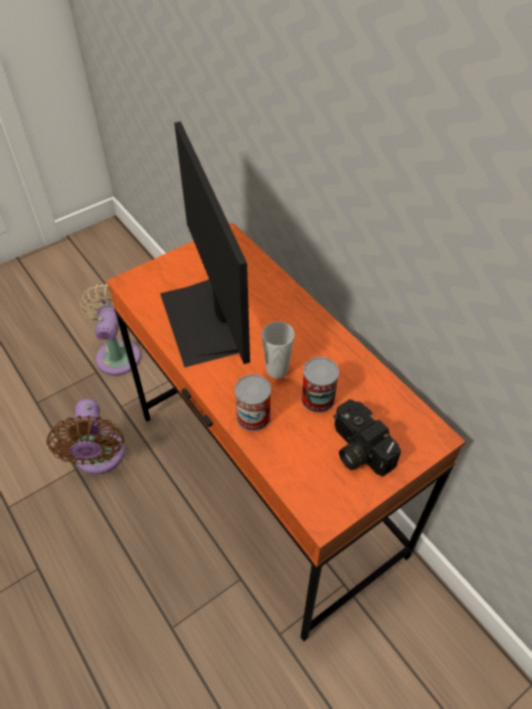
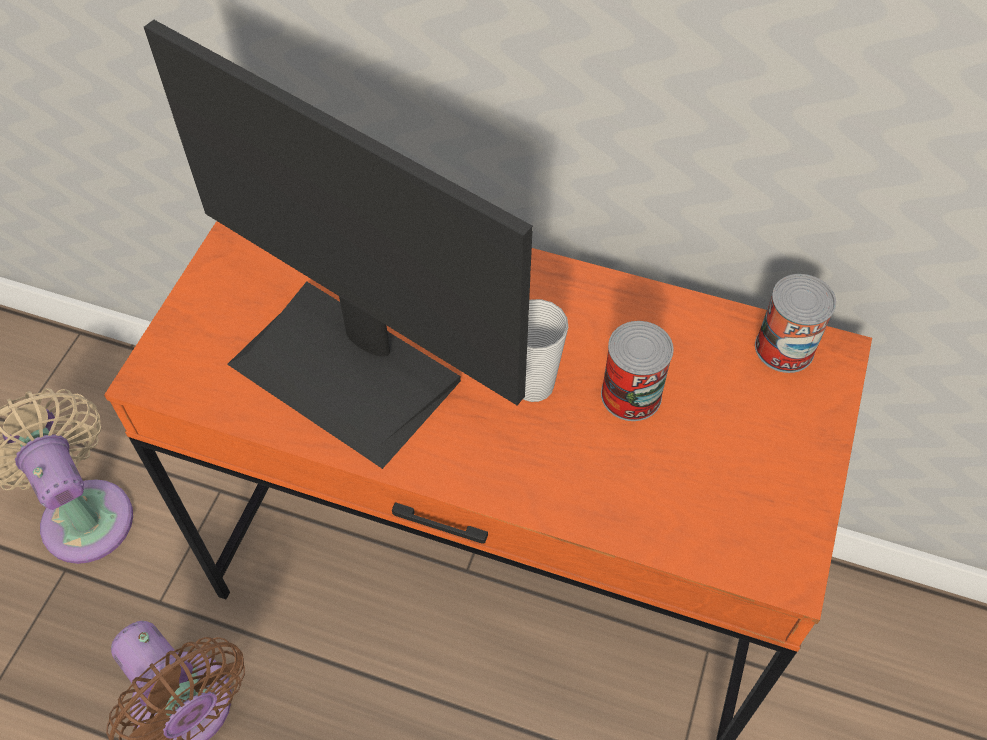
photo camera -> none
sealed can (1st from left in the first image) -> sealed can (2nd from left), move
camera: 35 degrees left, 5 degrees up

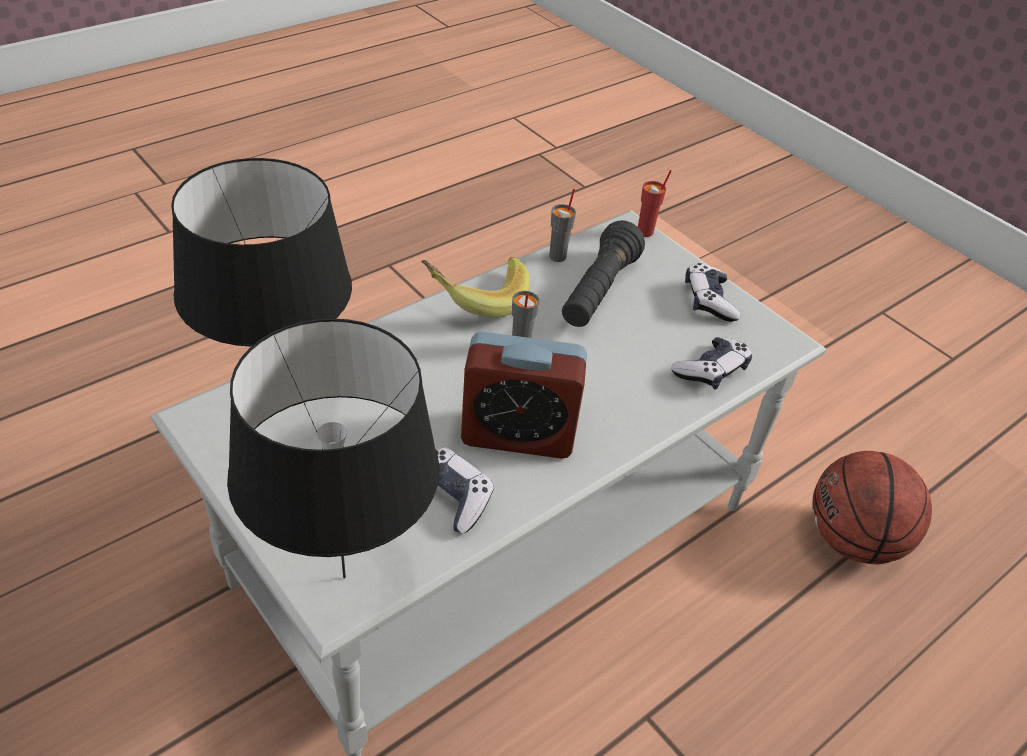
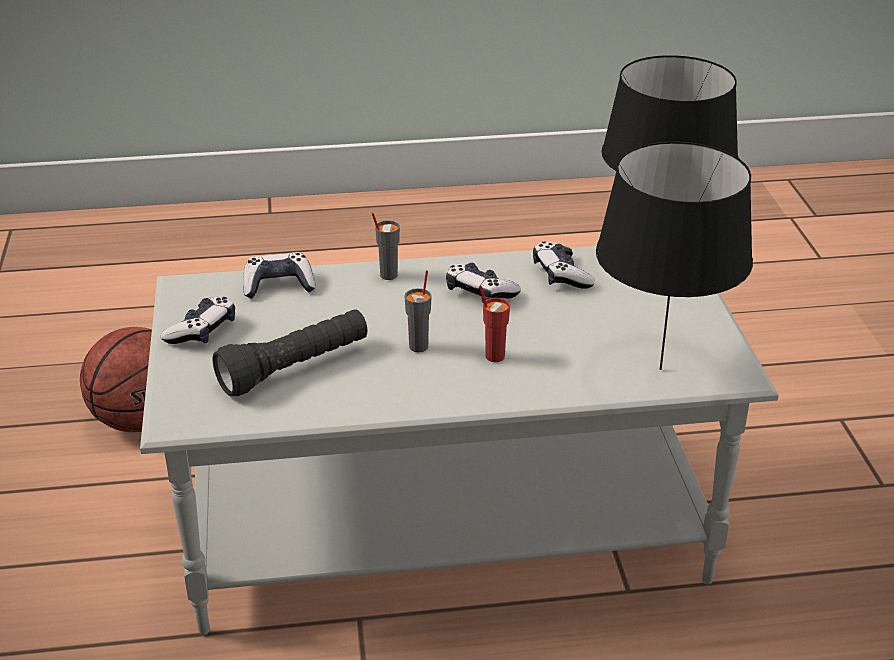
whole banana -> none
small cup in gray (2nd from left in the first image) -> small cup in gray (1st from left), move
small cup in red-coloured, move
table clock -> game controller (3rd from left)
camera: 145 degrees left, 10 degrees down

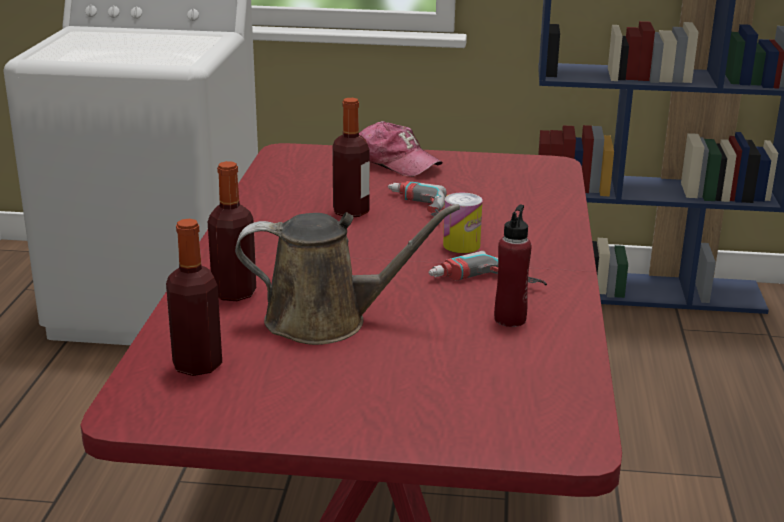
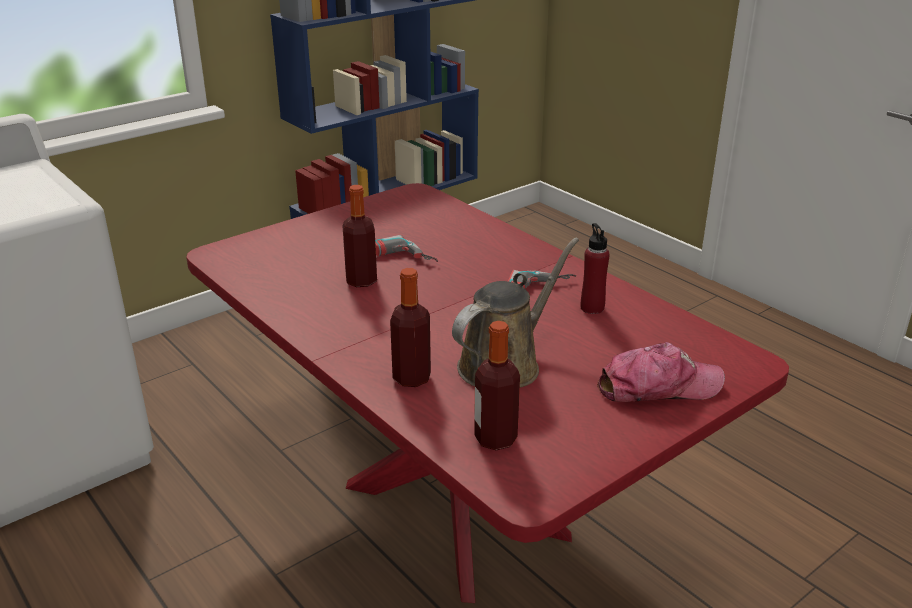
sealed can -> none
baseball cap, move
camera: 45 degrees left, 5 degrees up

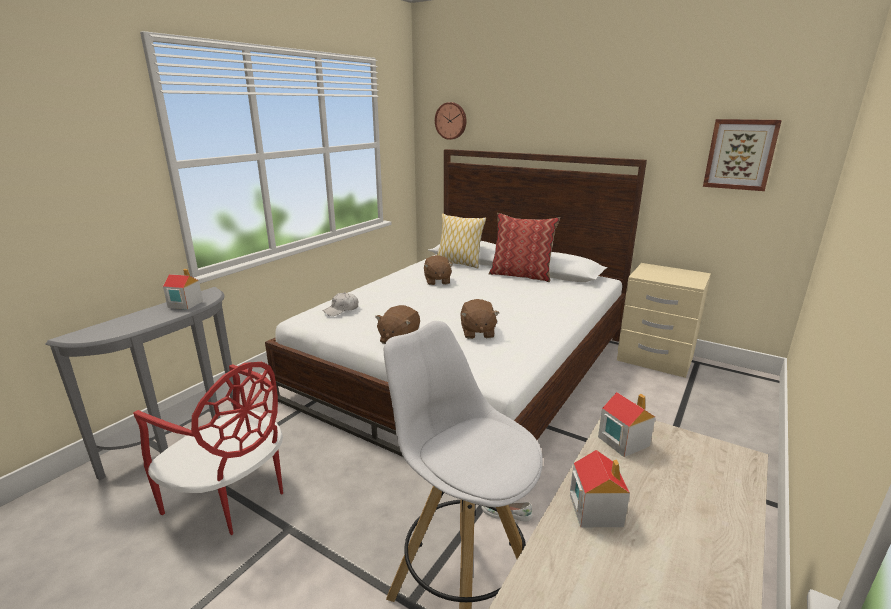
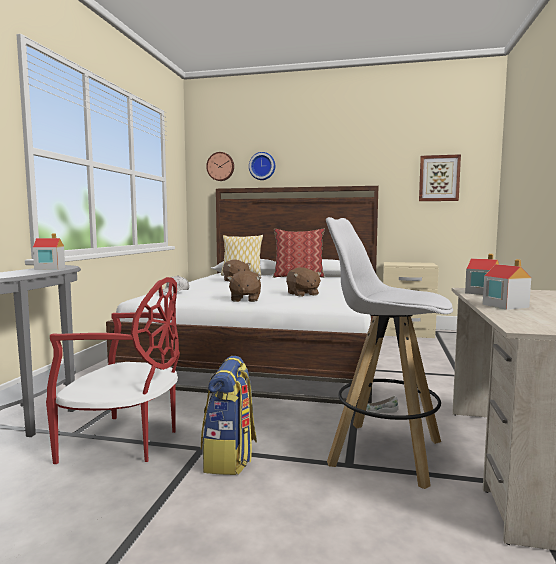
none -> rucksack
none -> hanging clock (2nd from left)
camera: 20 degrees left, 15 degrees down

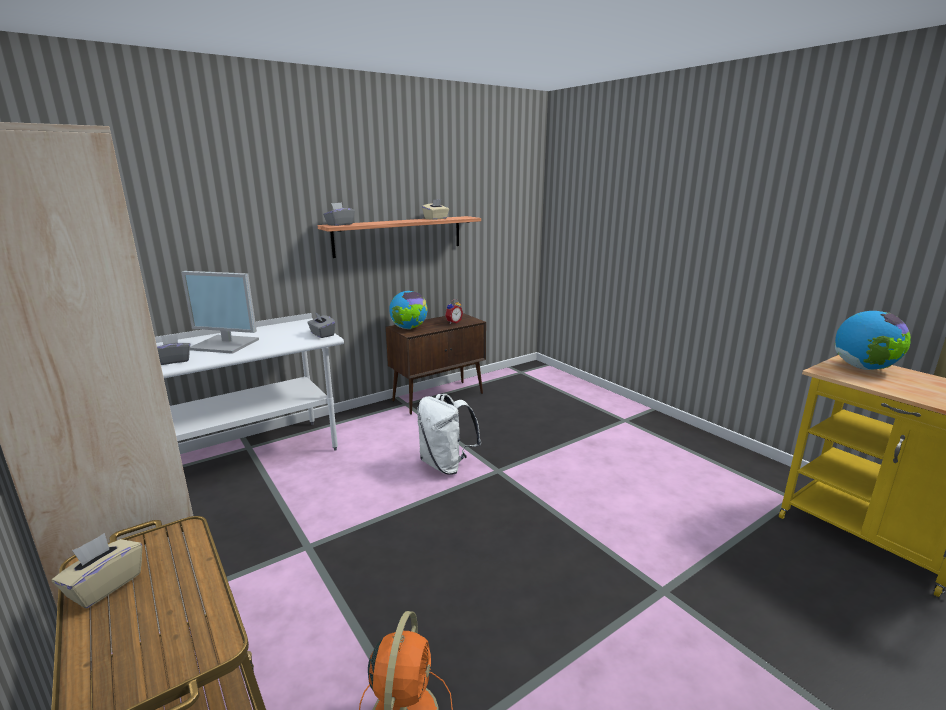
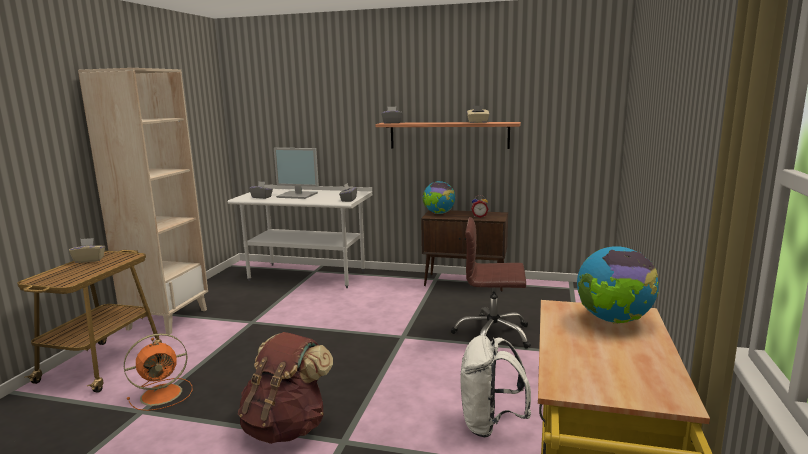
none -> rucksack in brown
none -> office chair in brown
rucksack in white, move
computer display, 45 degrees counterclockwise
camera: 50 degrees right, 5 degrees down

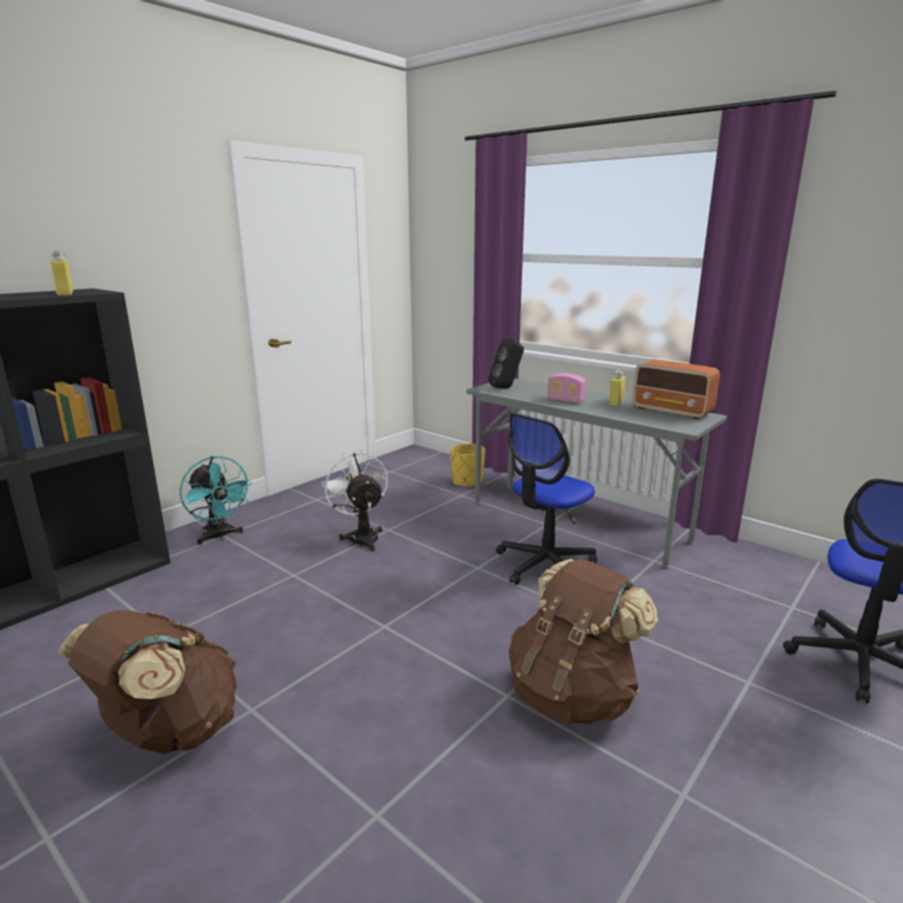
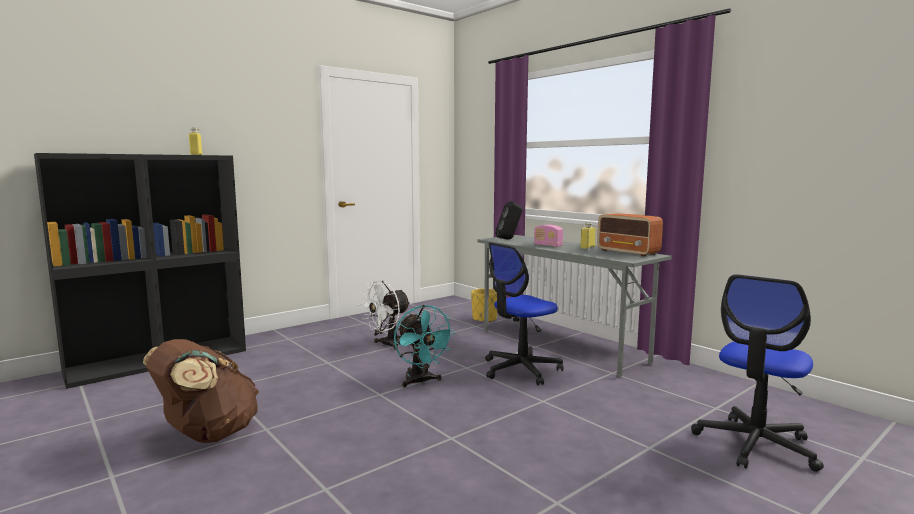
rucksack in brown (2nd from left) -> none
electric fan in turquoise, move
electric fan in white, 120 degrees counterclockwise
camera: 10 degrees right, 10 degrees down

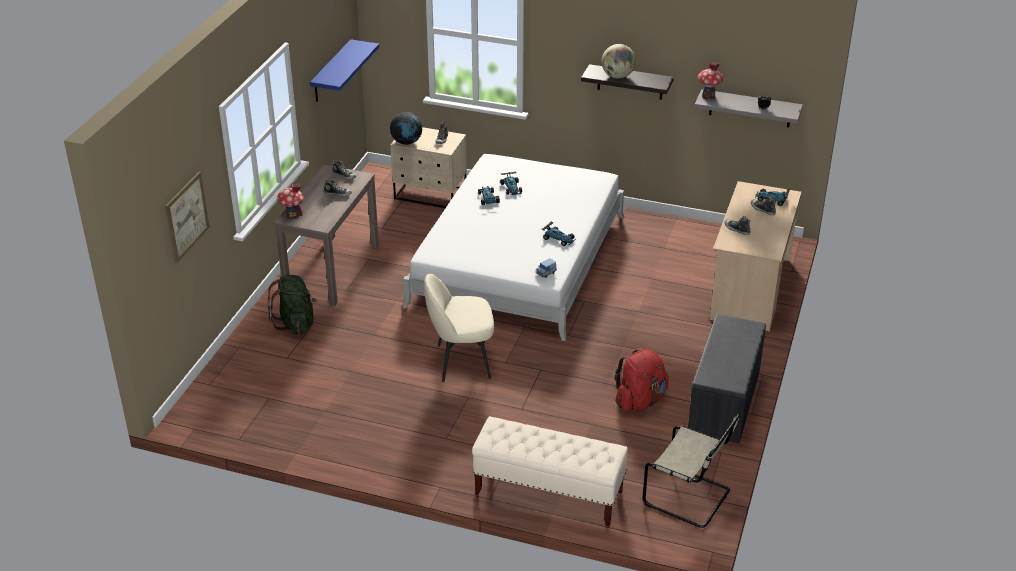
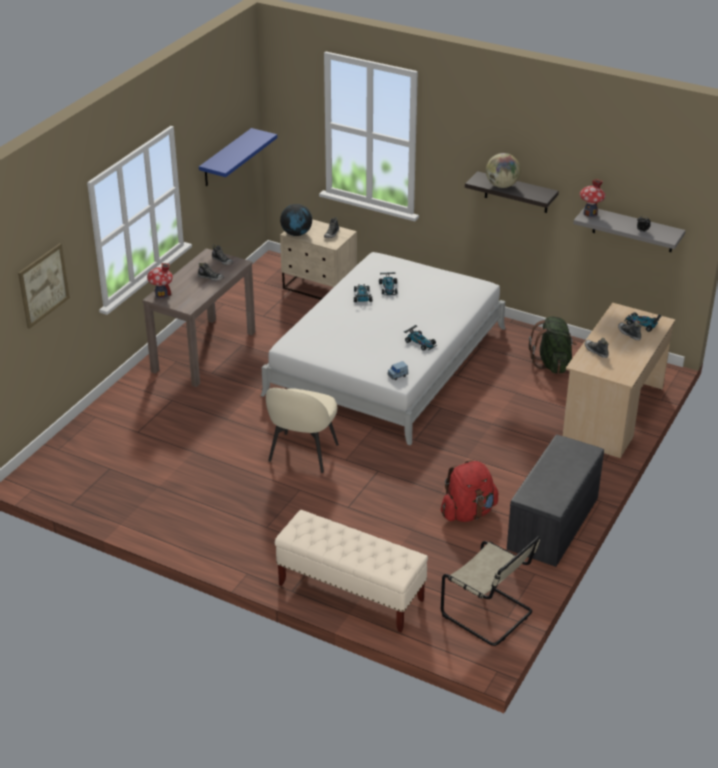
rucksack in green-coloured, move
plain chair in beige (1st from left), 75 degrees counterclockwise
camera: 10 degrees right, 0 degrees up

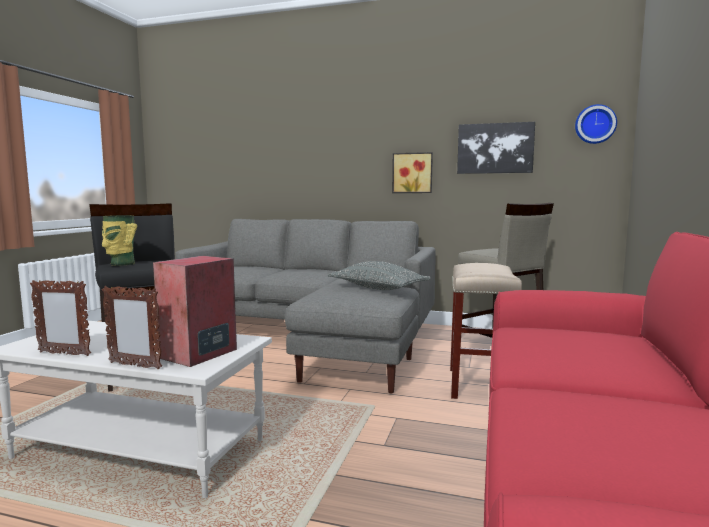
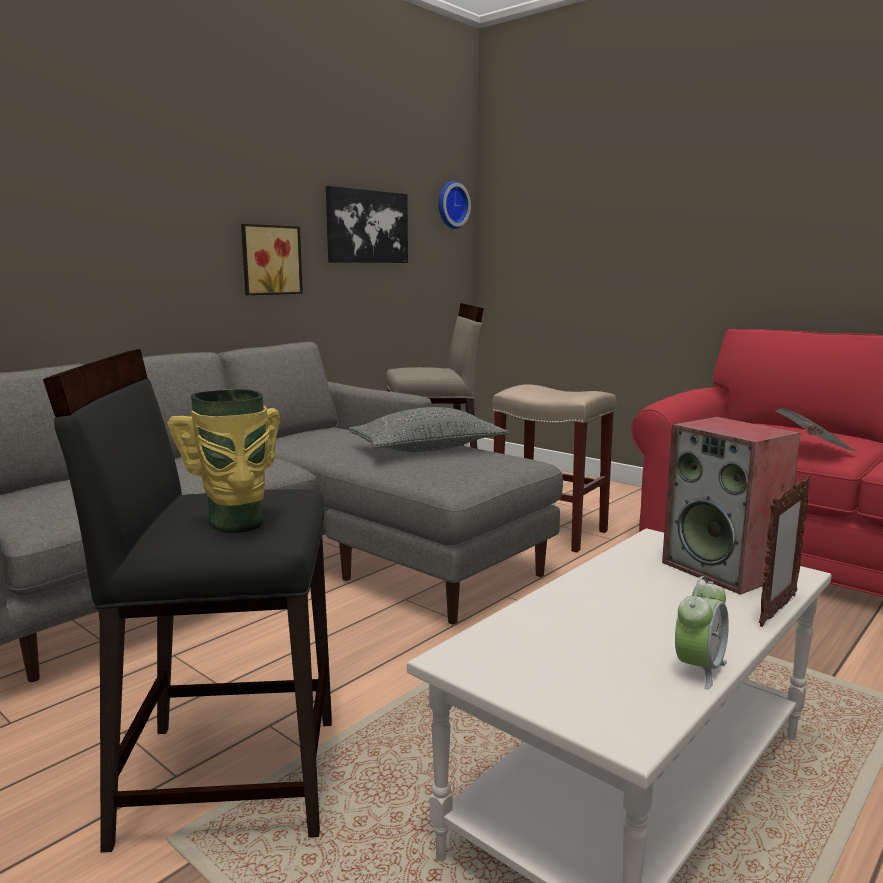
none -> daily paper
picture frame (1st from left) -> table clock
camera: 65 degrees left, 5 degrees up

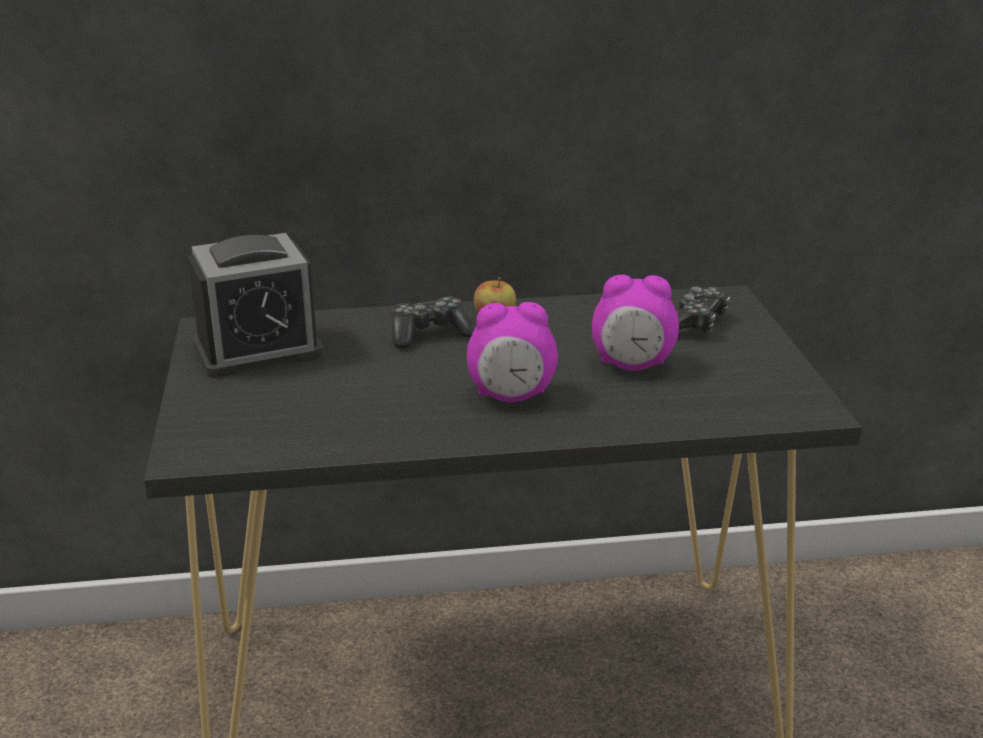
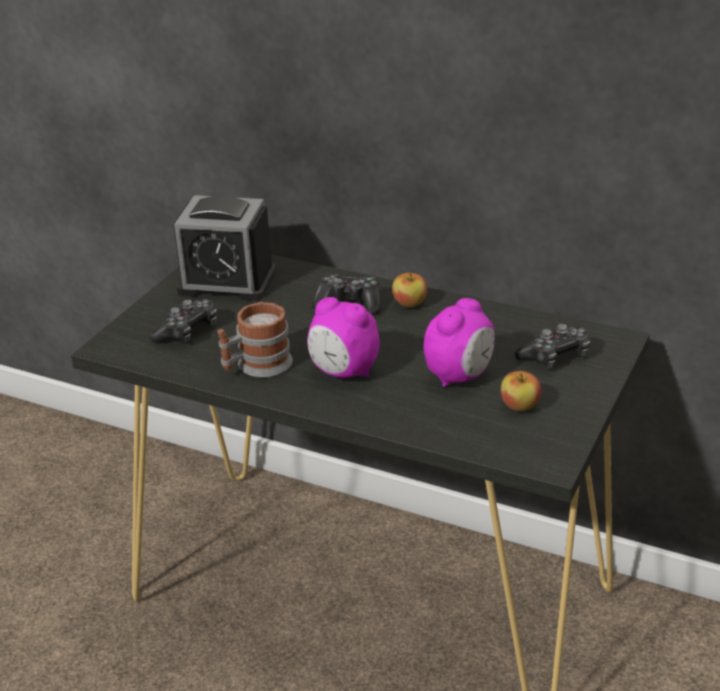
none -> game controller (1st from left)
none -> tea mug
none -> whole apple (2nd from left)
table clock (3rd from left), 90 degrees counterclockwise
camera: 35 degrees right, 5 degrees up

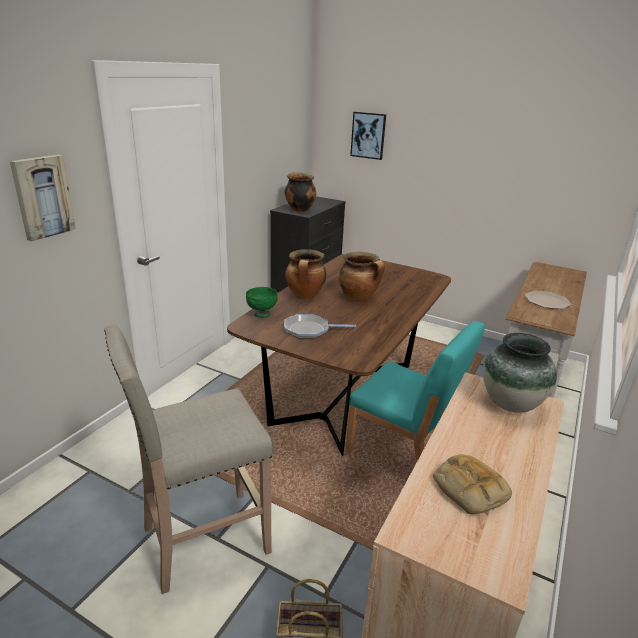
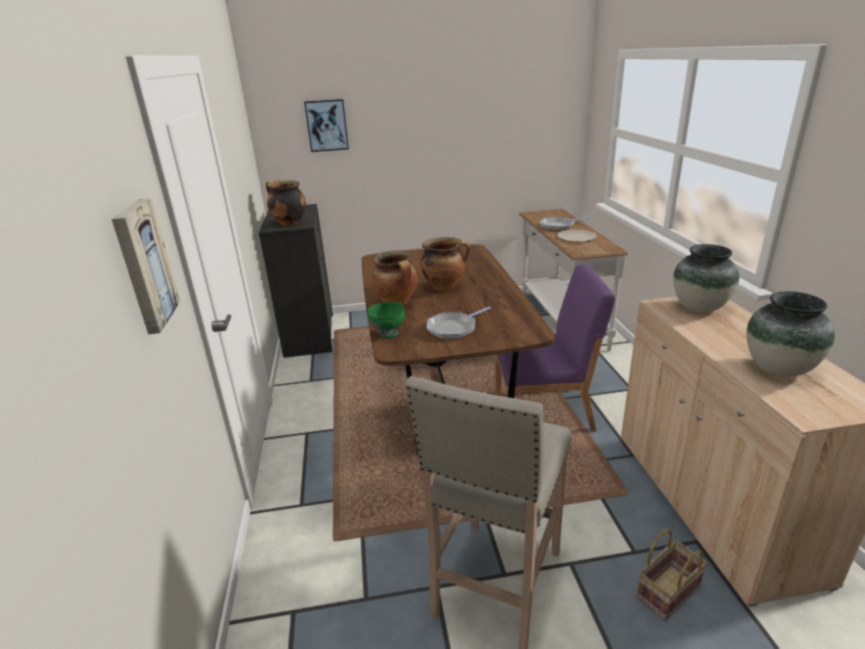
none -> pan (2nd from left)
baked bread -> decorative vase (2nd from left)
plain chair in turquoise -> plain chair in purple
camera: 35 degrees left, 0 degrees up

